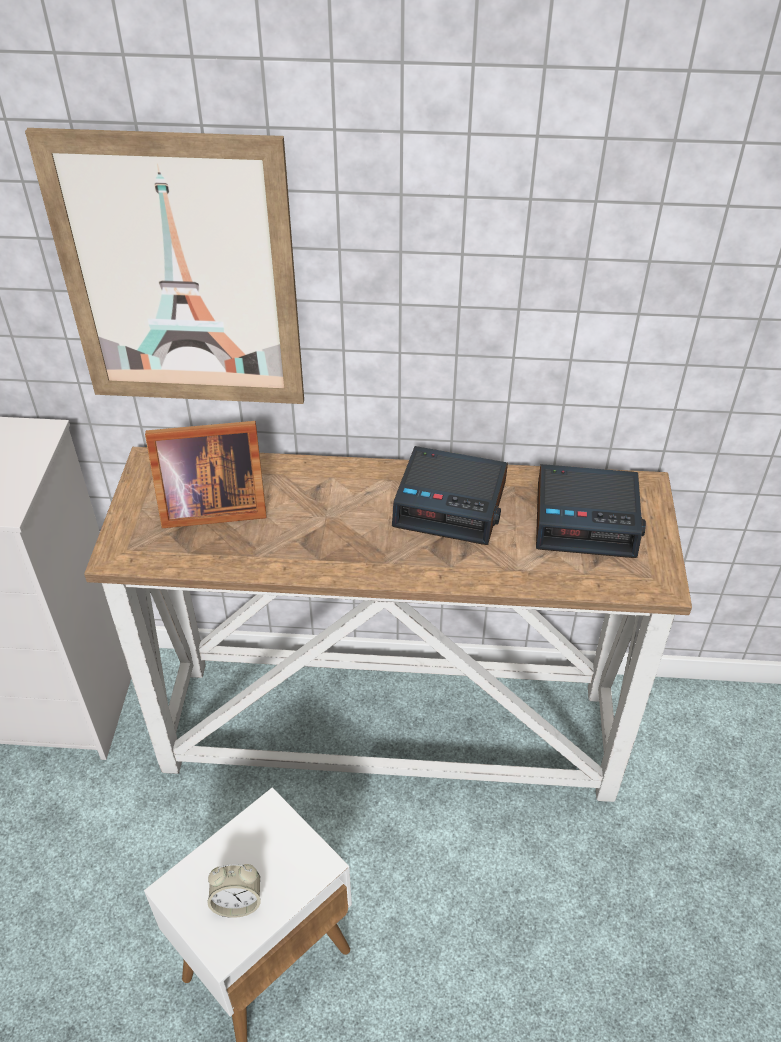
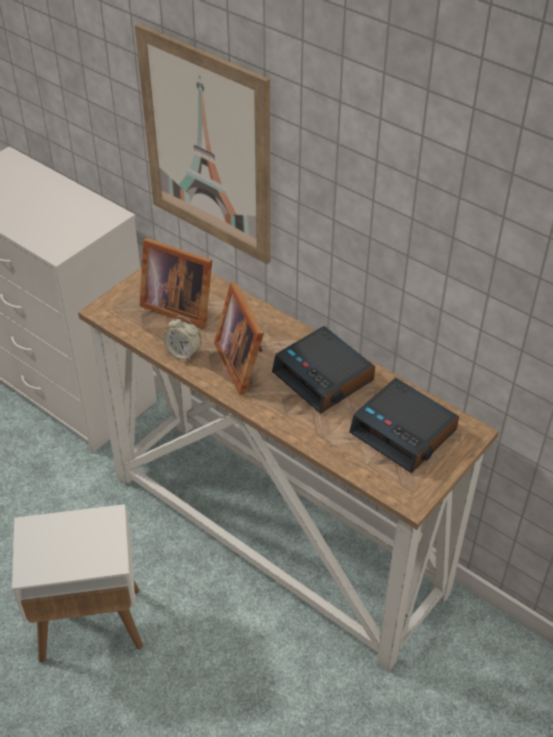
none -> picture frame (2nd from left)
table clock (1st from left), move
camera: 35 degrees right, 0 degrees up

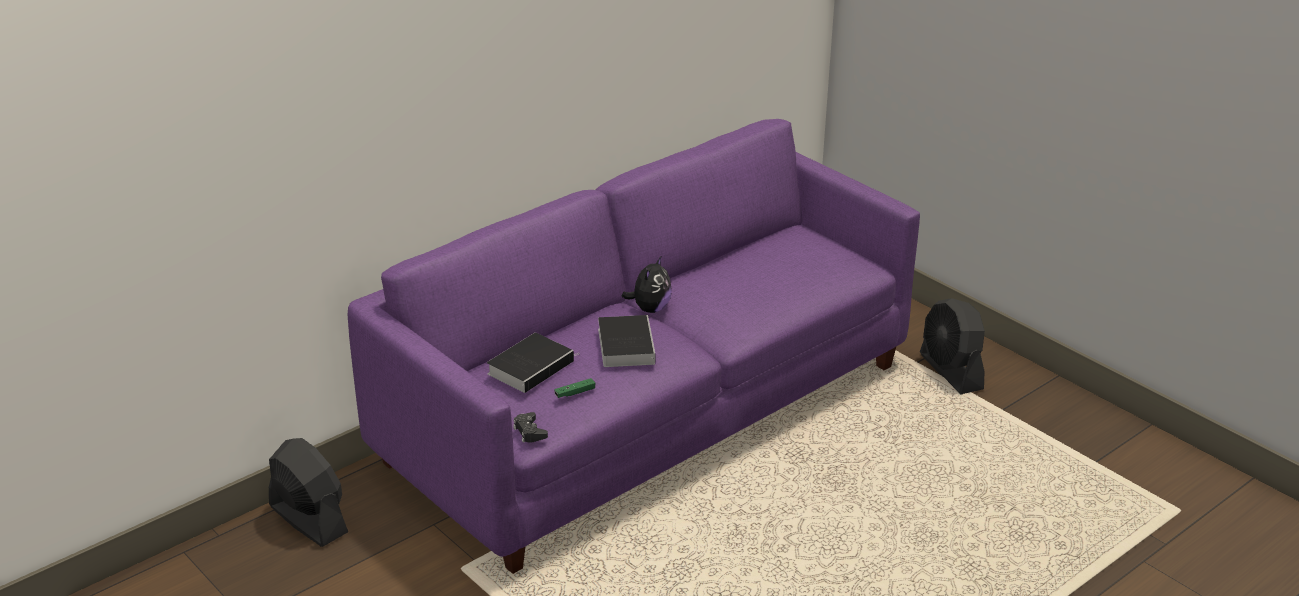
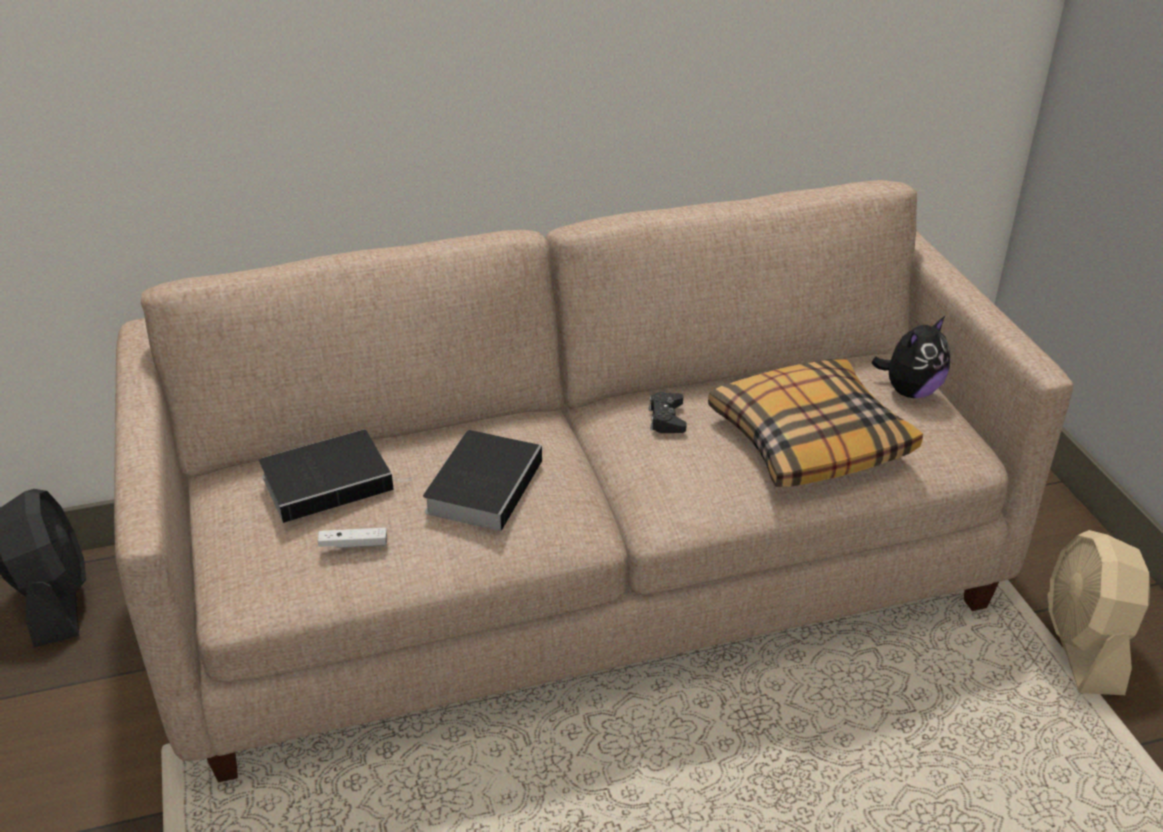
none -> throw pillow
game controller in blackish, move
plush toy, move
settee in purple -> settee in beige
game controller in green-coloured -> game controller in white
electric fan in blackish (2nd from left) -> electric fan in beige
camera: 25 degrees right, 5 degrees up

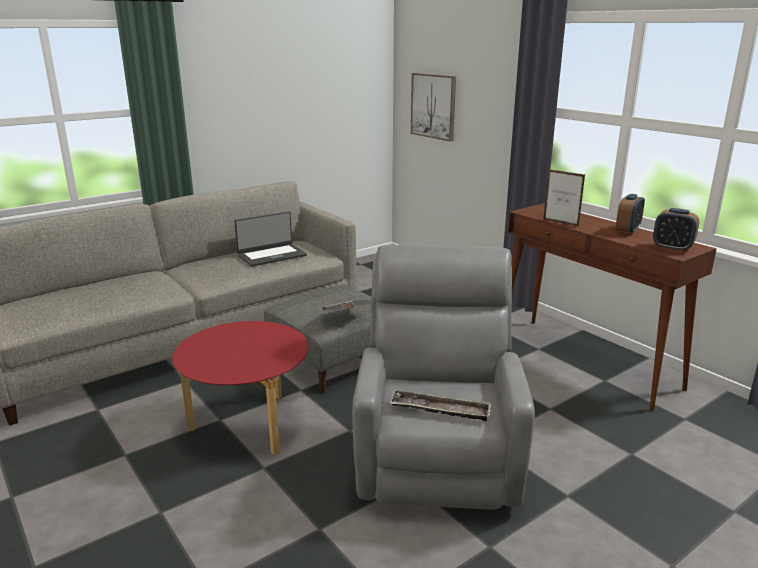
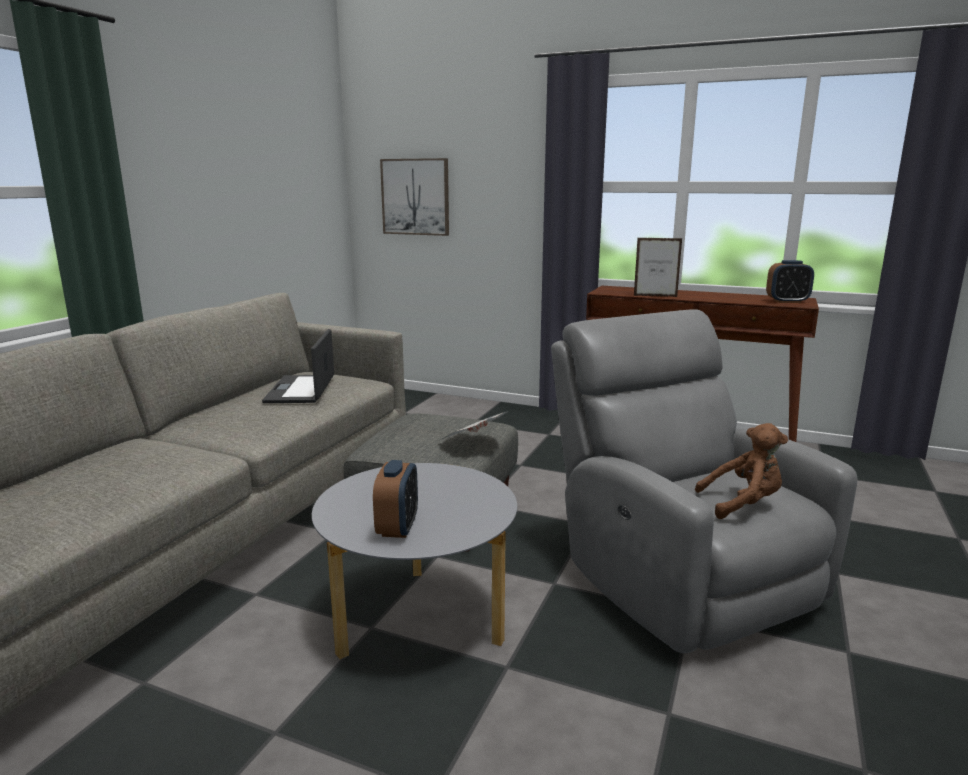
table clock (1st from left), move
carrying tray -> plush toy in brown
lounge table in red-coloured -> lounge table in gray
portable computer, 150 degrees clockwise
camera: 30 degrees left, 5 degrees down

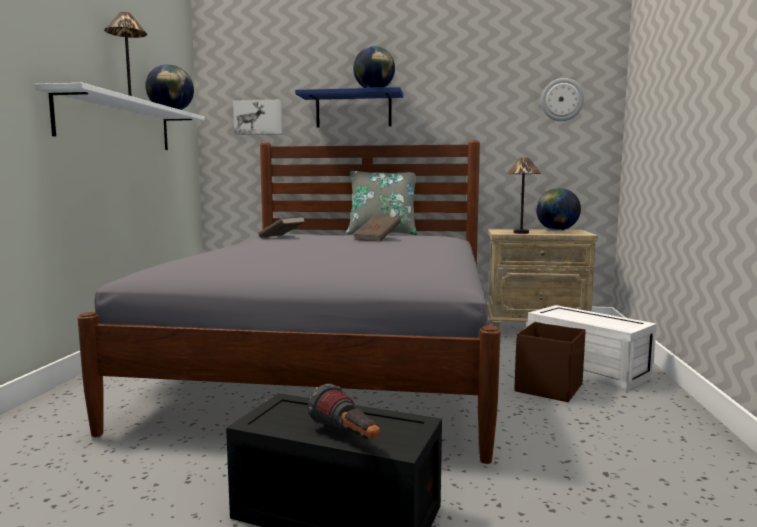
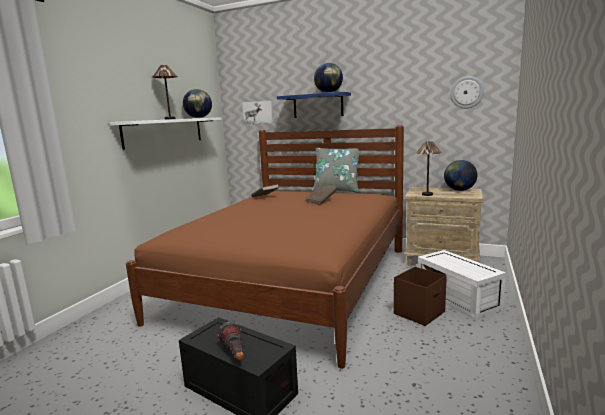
sleeping bed in gray -> sleeping bed in brown
camera: 15 degrees right, 5 degrees up

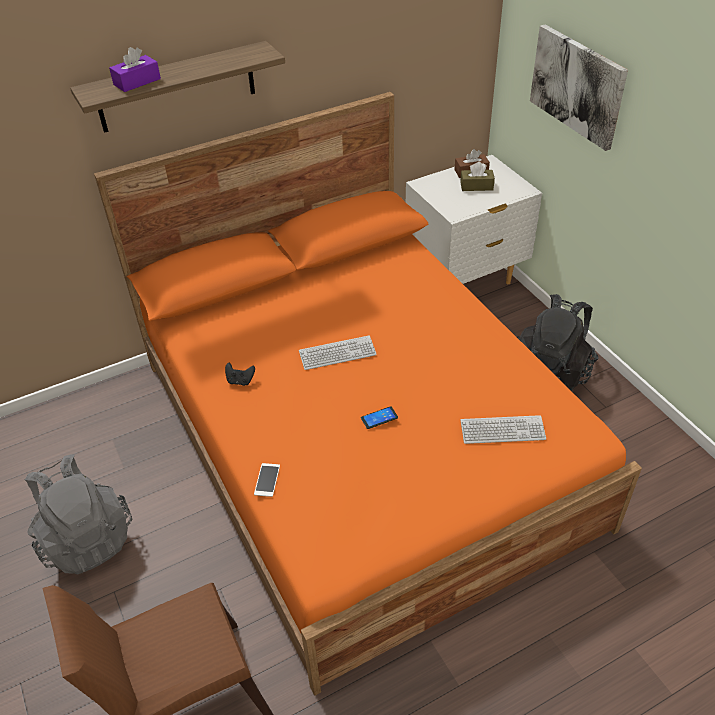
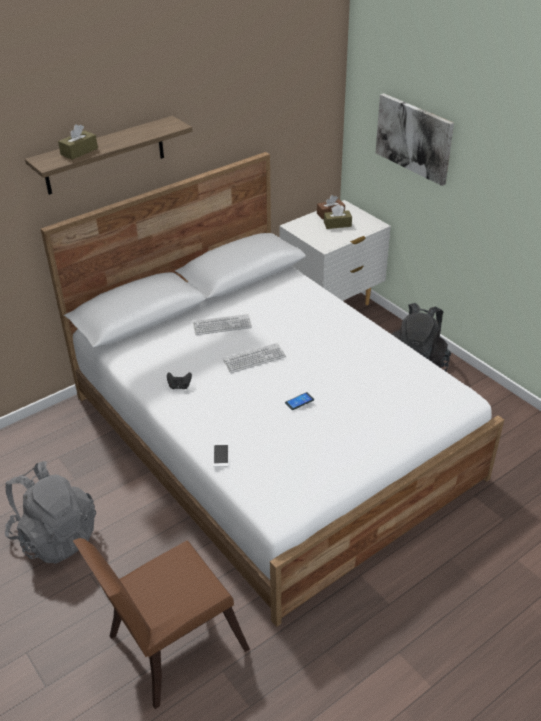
PC keyboard (2nd from left in the first image) -> PC keyboard (1st from left), move
sleeping bed in orange-coloured -> sleeping bed in white
tissue box in purple -> tissue box in brown (1st from left)
camera: 10 degrees left, 5 degrees down

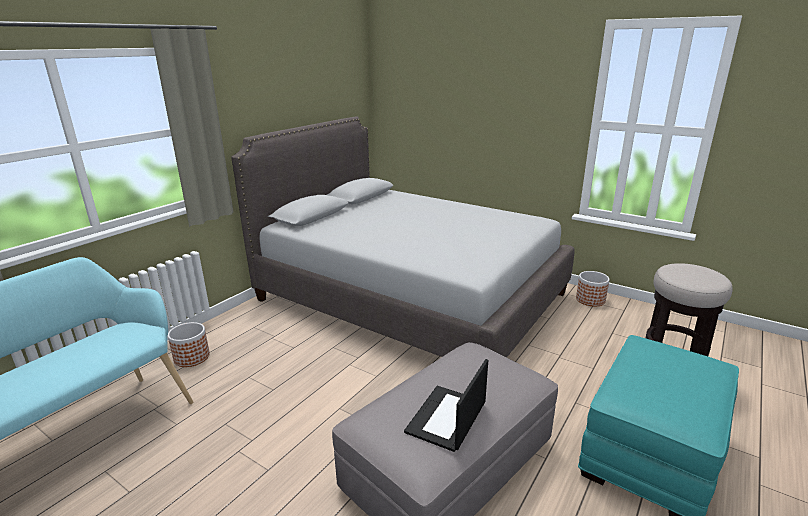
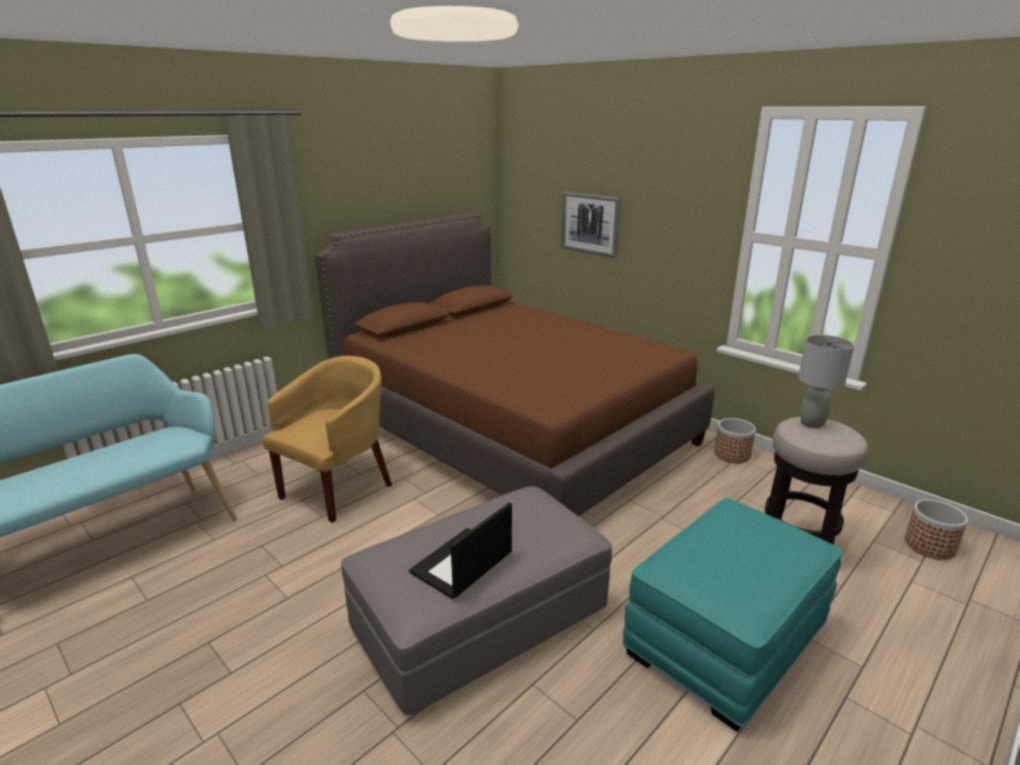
none -> armchair in yellow
none -> picture
none -> table lamp in gray
flower pot (1st from left in the first image) -> flower pot (2nd from left), move
sleeping bed in gray -> sleeping bed in brown
camera: 10 degrees right, 0 degrees up

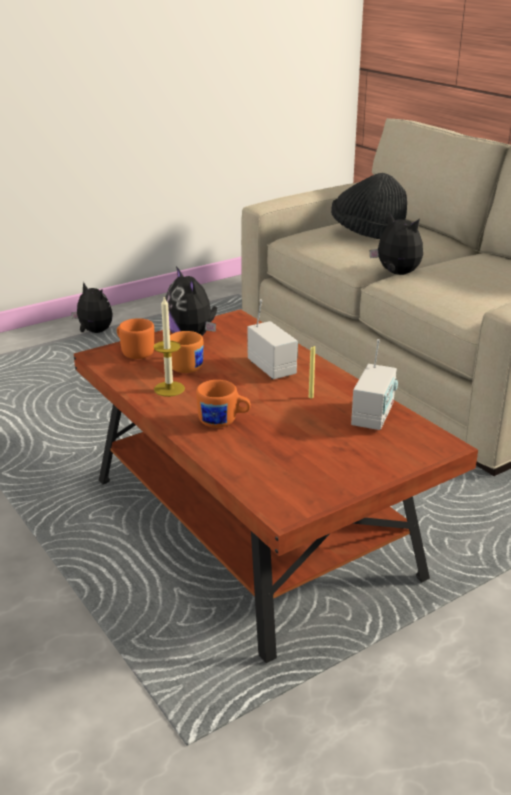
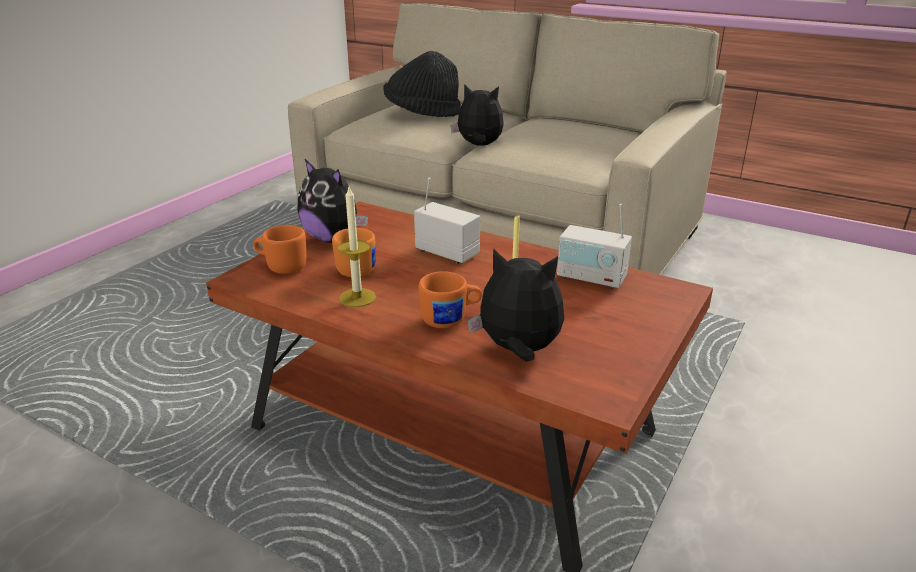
plush toy (1st from left in the first image) -> plush toy (3rd from left), move
radio receiver (2nd from left), 120 degrees clockwise
camera: 25 degrees left, 0 degrees up

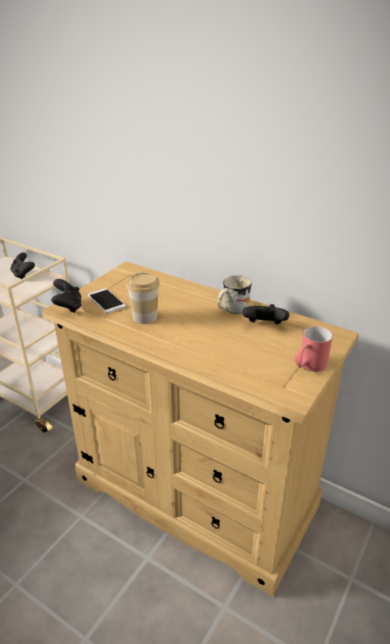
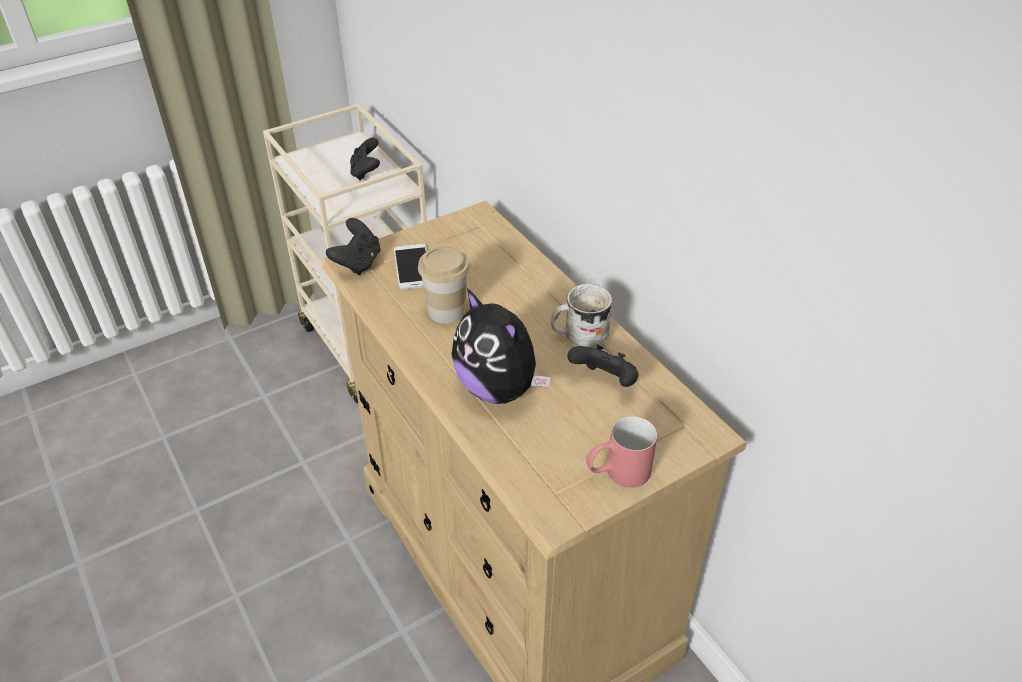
none -> plush toy
camera: 25 degrees right, 10 degrees up

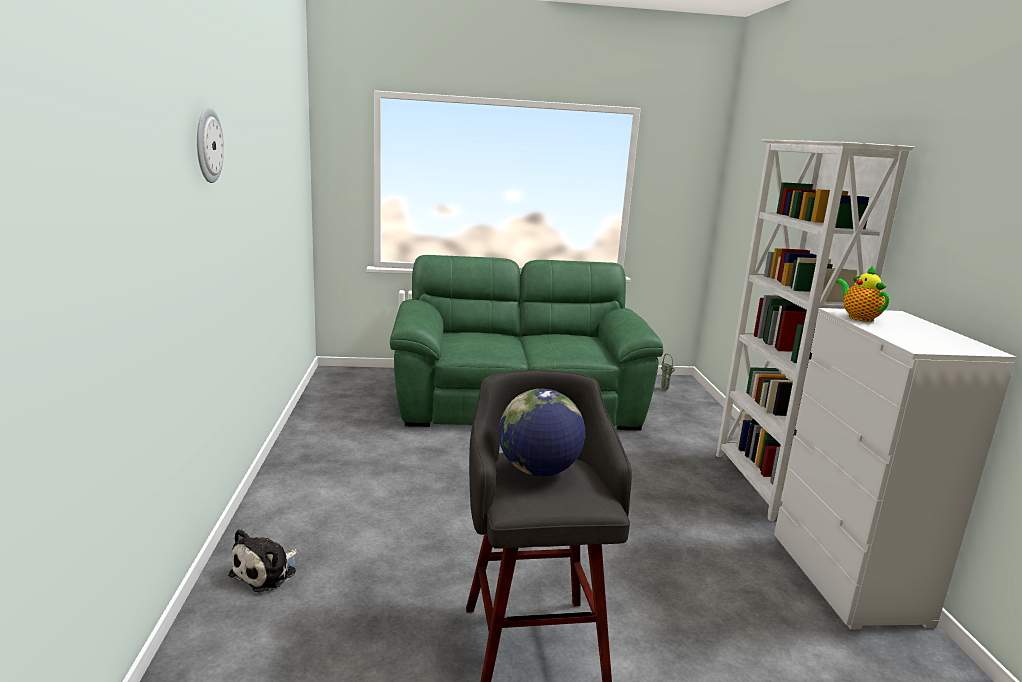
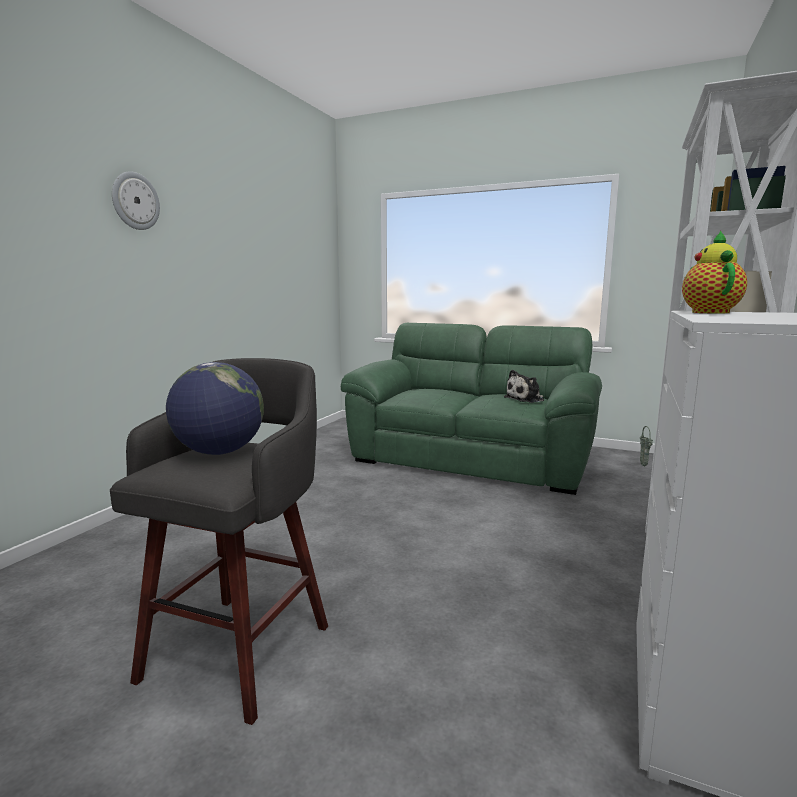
plush toy, move
camera: 30 degrees right, 5 degrees down

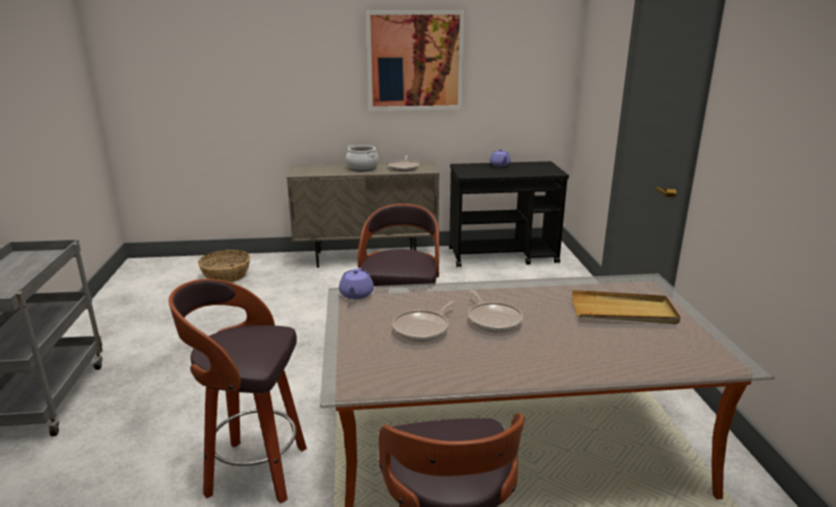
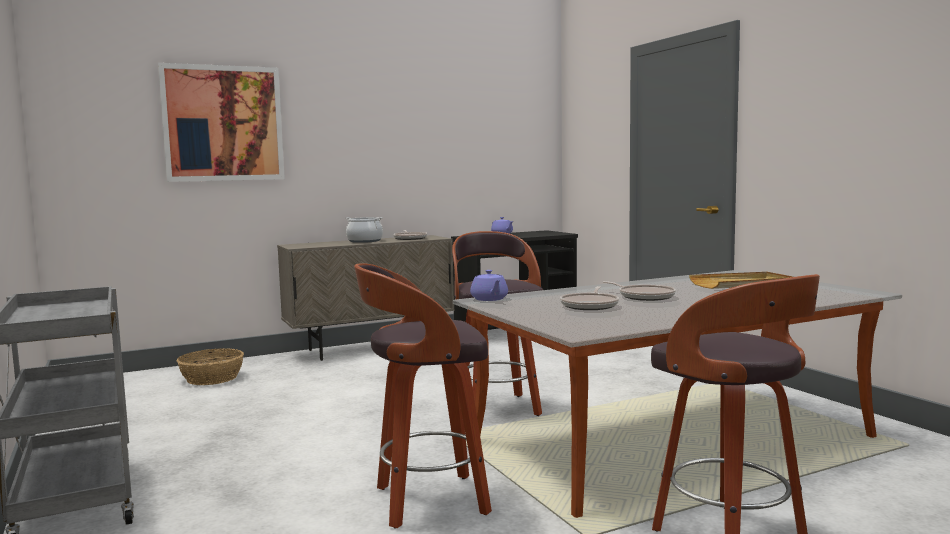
picture, move
camera: 20 degrees left, 15 degrees down

